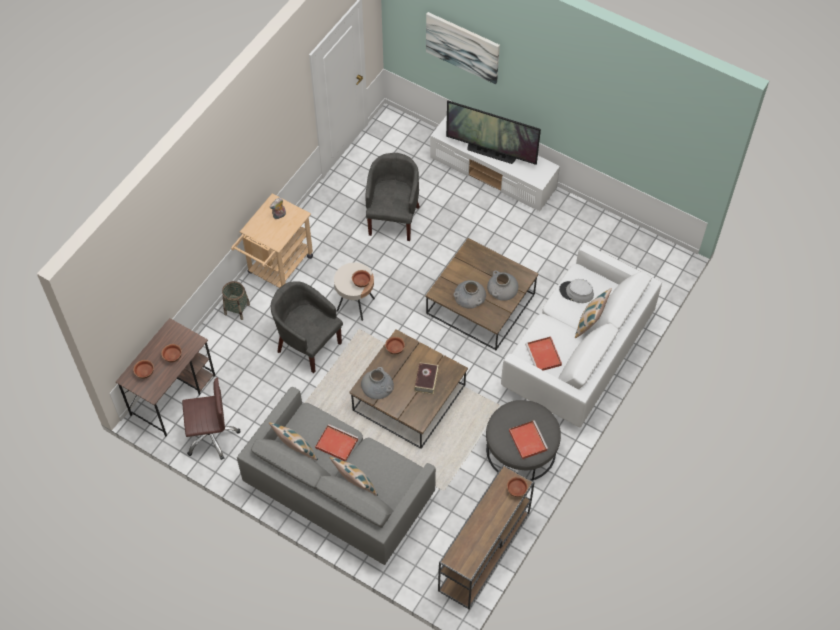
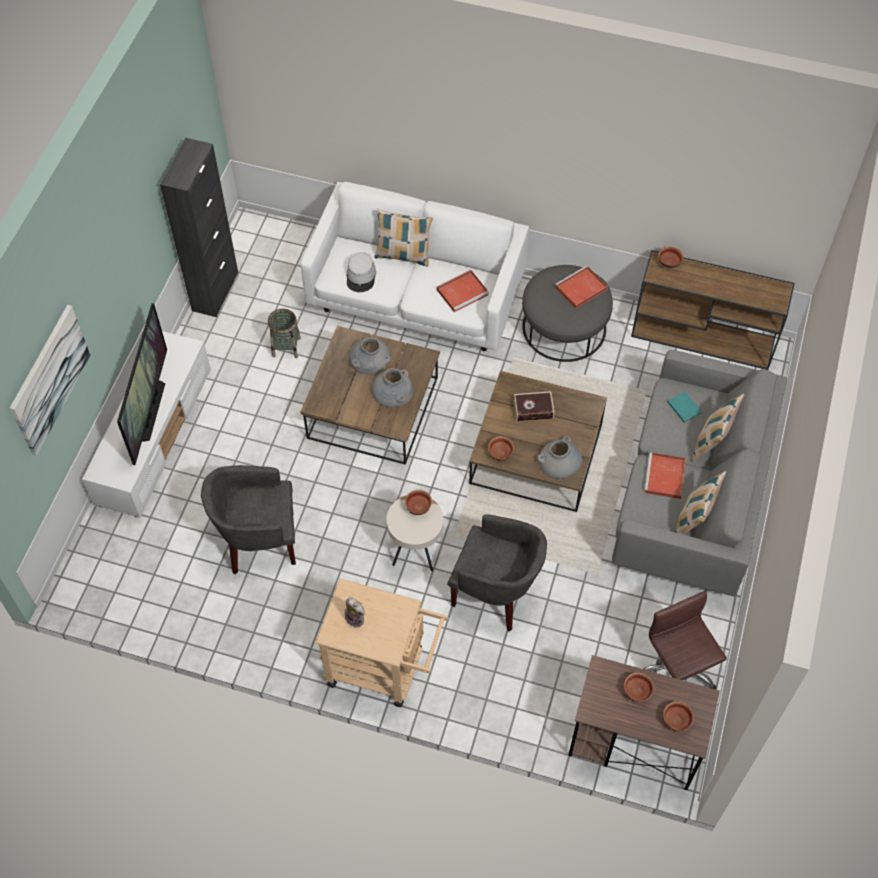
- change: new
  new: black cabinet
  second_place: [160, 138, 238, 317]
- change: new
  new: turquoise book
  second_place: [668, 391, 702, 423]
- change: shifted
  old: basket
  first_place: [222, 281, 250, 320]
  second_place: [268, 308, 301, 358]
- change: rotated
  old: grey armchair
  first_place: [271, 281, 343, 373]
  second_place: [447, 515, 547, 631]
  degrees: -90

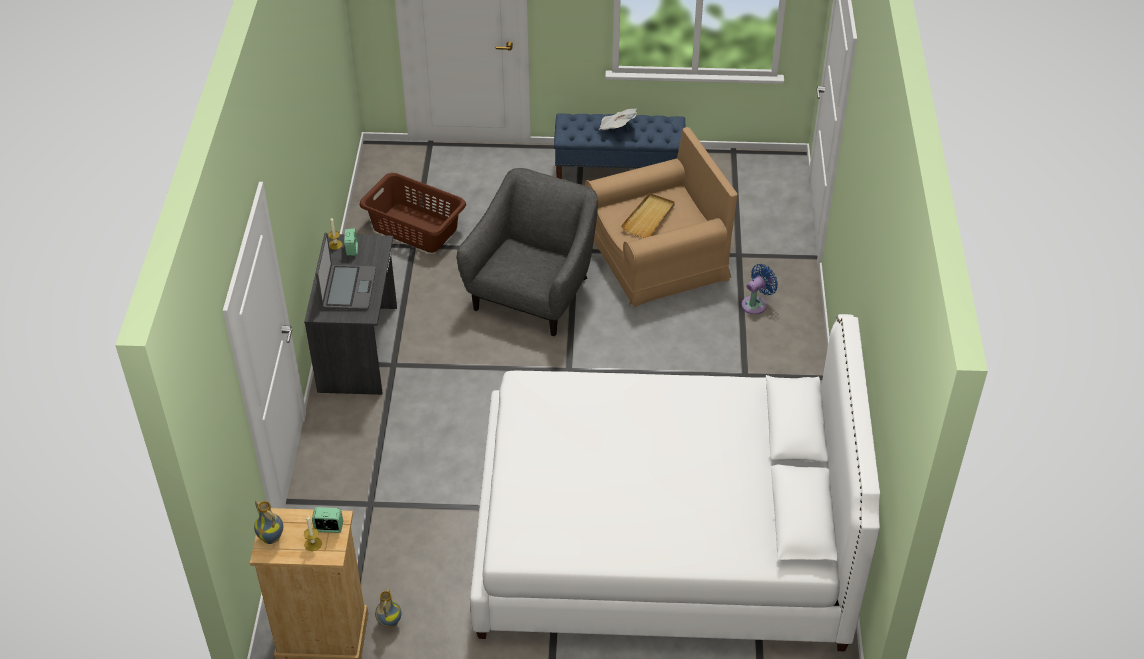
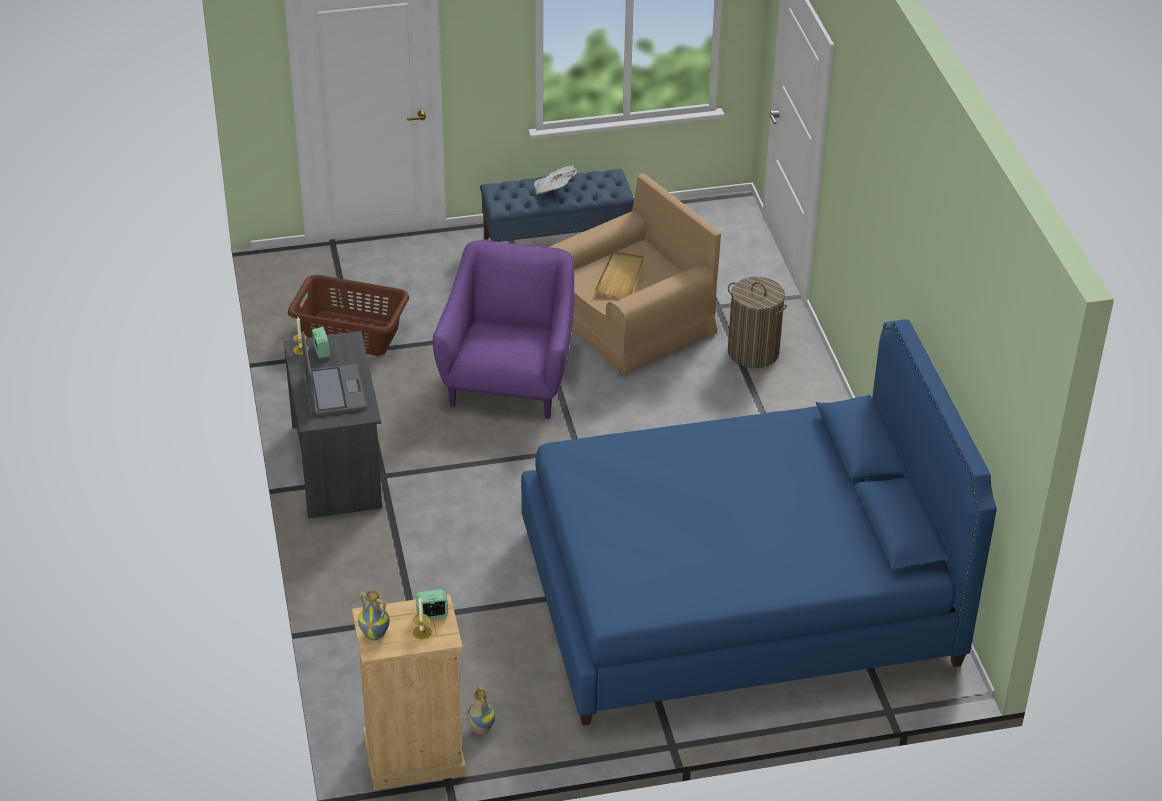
- change: swapped
  old: blue fan
  new: laundry basket
  first_place: [741, 264, 778, 315]
  second_place: [728, 277, 787, 368]
- change: repainted
  old: grey armchair
  new: purple armchair
  first_place: [457, 168, 598, 336]
  second_place: [433, 240, 574, 419]
- change: repainted
  old: white bed
  new: blue bed
  first_place: [470, 314, 880, 651]
  second_place: [521, 319, 997, 726]

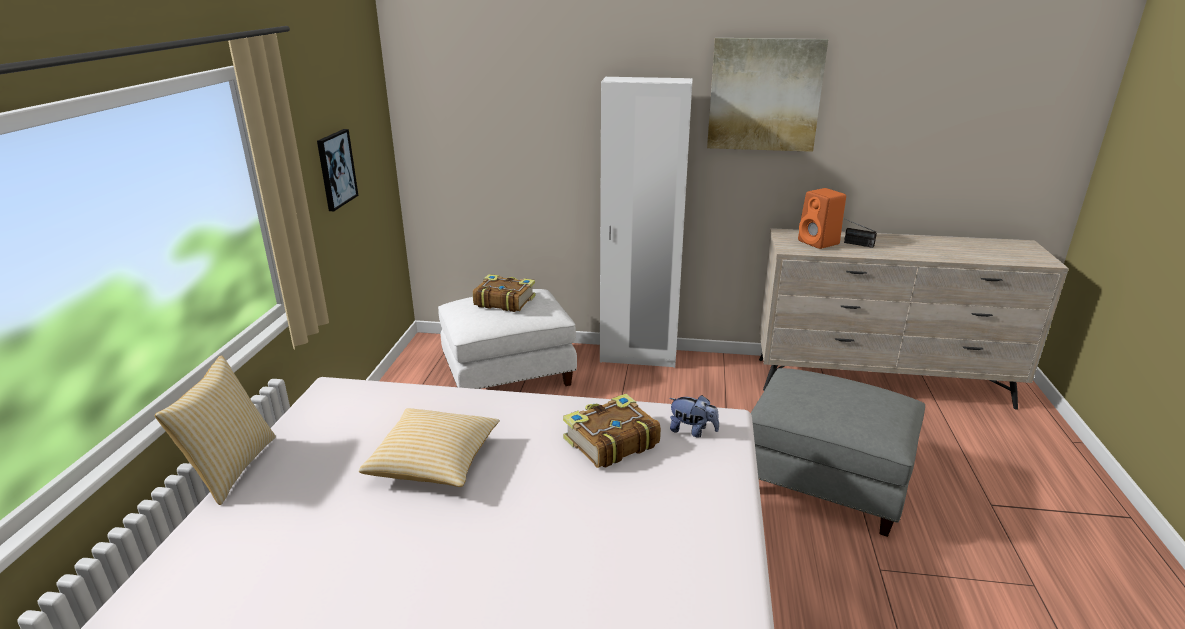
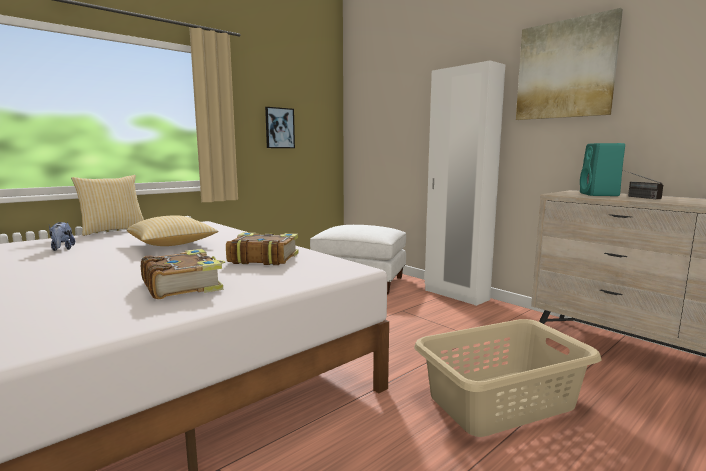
- change: shifted
  old: book
  first_place: [473, 274, 536, 312]
  second_place: [141, 249, 225, 299]
- change: shifted
  old: plush toy
  first_place: [669, 395, 719, 438]
  second_place: [49, 222, 75, 251]
- change: swapped
  old: grey ottoman
  new: beige laundry basket
  first_place: [751, 368, 925, 537]
  second_place: [414, 319, 601, 437]
- change: repainted
  old: orange speaker
  new: turquoise speaker
  first_place: [798, 188, 846, 249]
  second_place: [580, 143, 625, 196]

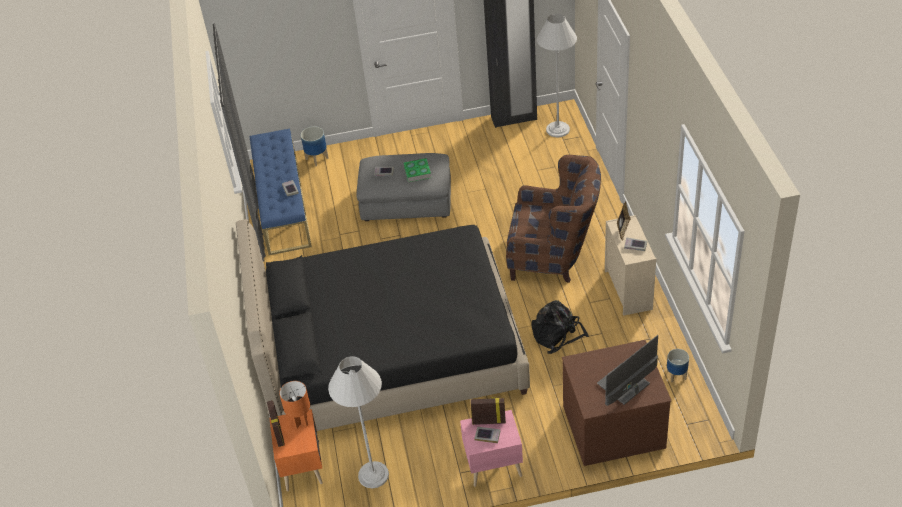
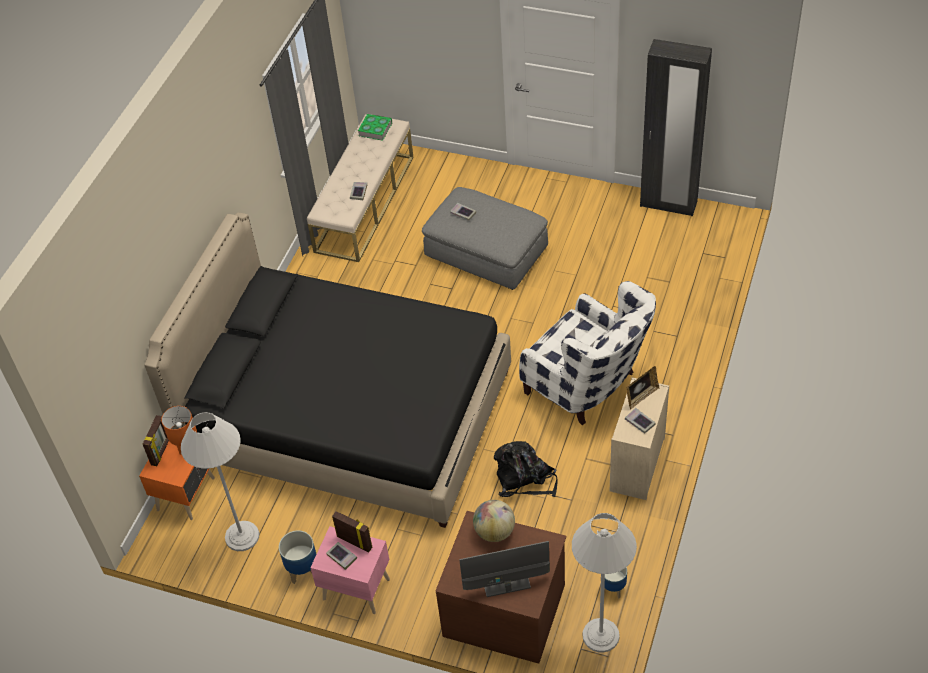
- change: new
  new: globe
  second_place: [473, 500, 515, 542]
- change: shifted
  old: planter
  first_place: [300, 126, 329, 166]
  second_place: [279, 530, 316, 584]
- change: shifted
  old: book
  first_place: [403, 158, 431, 182]
  second_place: [358, 114, 392, 141]
- change: shifted
  old: white floor lamp
  first_place: [537, 14, 577, 137]
  second_place: [572, 513, 637, 653]
- change: repainted
  old: blue bench
  new: beige bench
  first_place: [250, 129, 312, 255]
  second_place: [307, 114, 414, 262]
- change: repainted
  old: brown armchair
  new: white armchair
  first_place: [506, 155, 601, 283]
  second_place: [519, 281, 656, 425]

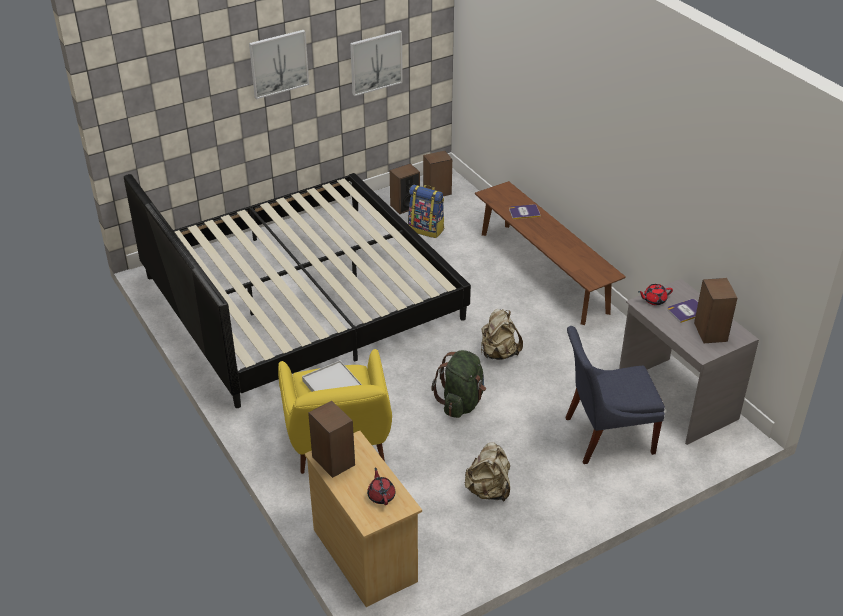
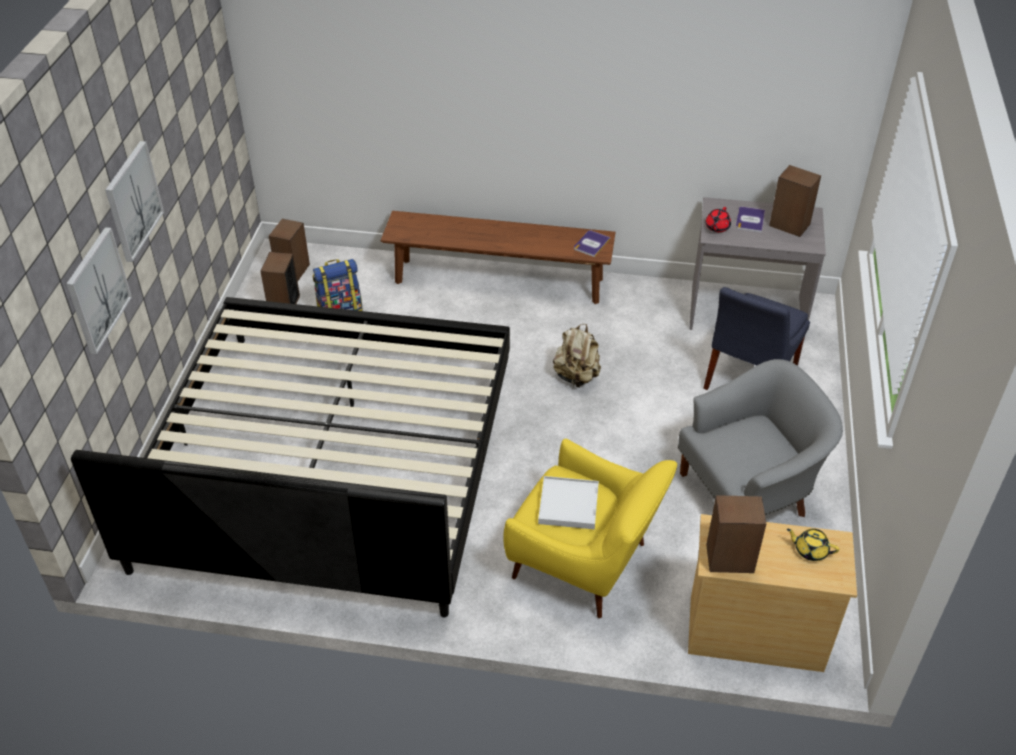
- change: gone
  old: green backpack
  first_place: [431, 350, 486, 418]
- change: shifted
  old: picture
  first_place: [350, 30, 403, 96]
  second_place: [66, 227, 132, 355]
- change: shifted
  old: book
  first_place: [509, 204, 541, 219]
  second_place: [574, 230, 611, 257]
- change: swapped
  old: beige backpack
  new: grey armchair
  first_place: [465, 442, 510, 502]
  second_place: [678, 359, 843, 517]
- change: repainted
  old: red teapot
  new: yellow teapot
  first_place: [367, 467, 395, 505]
  second_place: [787, 529, 839, 561]

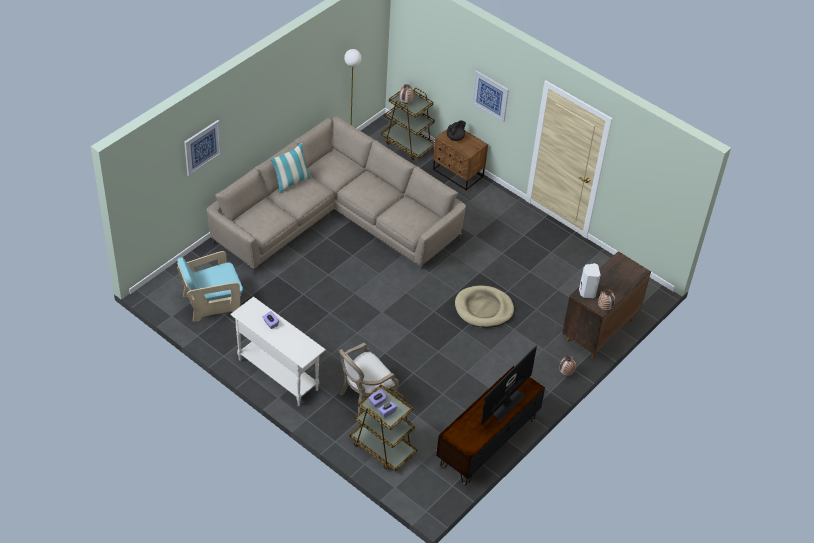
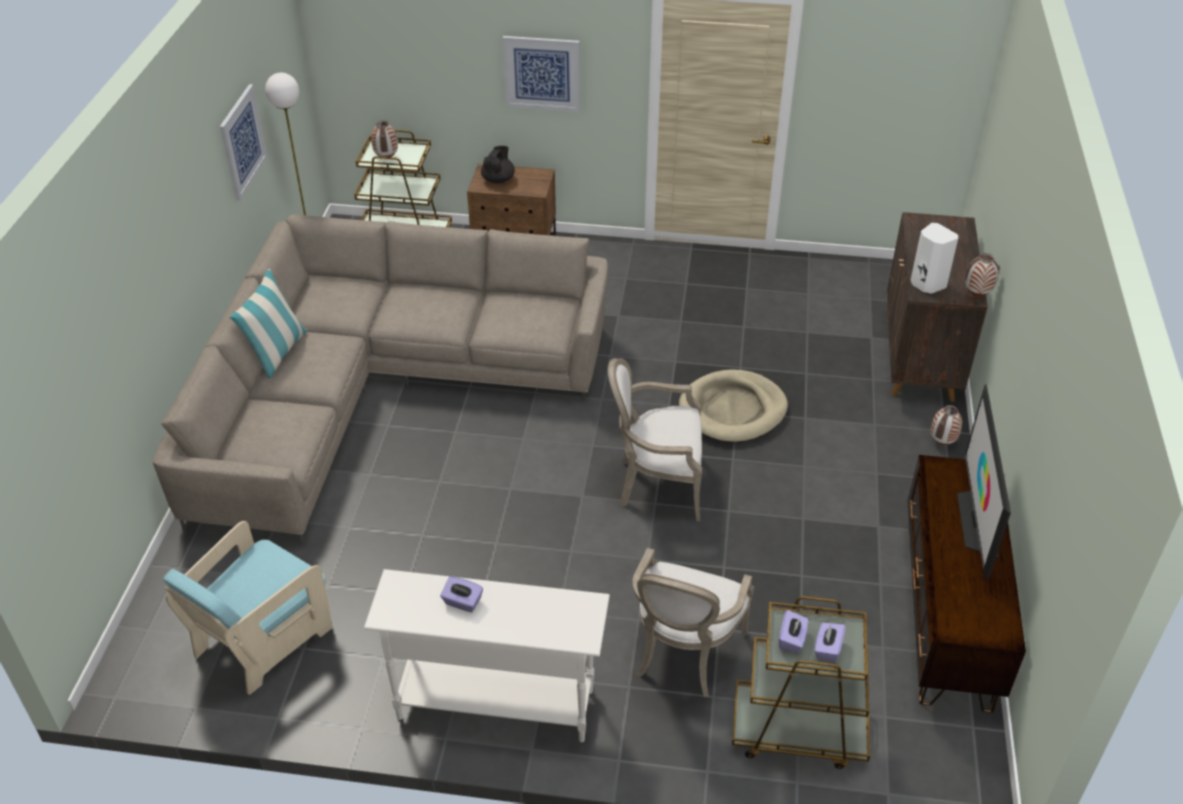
- change: new
  new: armchair
  second_place: [608, 358, 702, 521]
- change: shifted
  old: picture
  first_place: [184, 120, 222, 176]
  second_place: [220, 84, 268, 201]

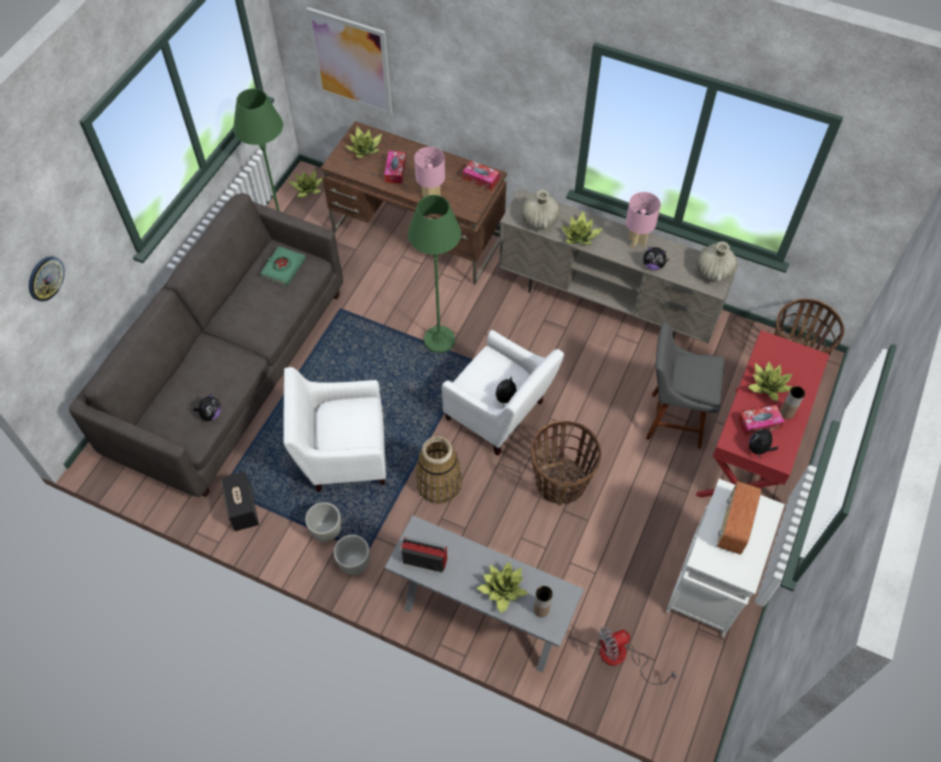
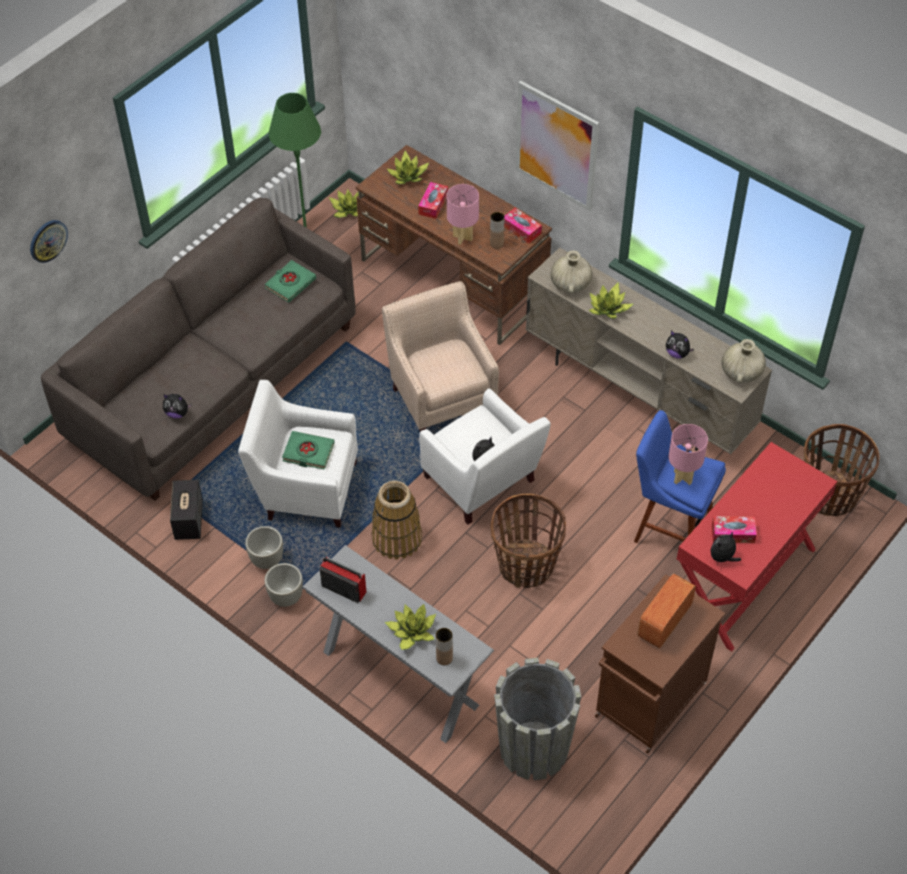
- change: gone
  old: potted plant
  first_place: [748, 362, 792, 401]
- change: new
  new: green book
  second_place: [282, 431, 335, 470]
- change: shifted
  old: picture
  first_place: [306, 7, 392, 115]
  second_place: [516, 81, 599, 211]
- change: shifted
  old: pink table lamp
  first_place: [626, 192, 661, 248]
  second_place: [668, 424, 708, 485]
- change: shifted
  old: brown vase
  first_place: [780, 386, 805, 419]
  second_place: [490, 212, 504, 249]
- change: swapped
  old: green floor lamp
  new: beige armchair
  first_place: [408, 195, 461, 353]
  second_place: [382, 281, 499, 432]
- change: swapped
  old: fan
  new: grey planter
  first_place: [598, 627, 676, 684]
  second_place: [494, 658, 581, 780]
- change: repainted
  old: grey stool
  new: blue stool
  first_place: [646, 323, 724, 449]
  second_place: [634, 410, 726, 543]
- change: repainted
  old: white cabinet
  new: brown cabinet
  first_place: [666, 479, 785, 637]
  second_place: [595, 574, 725, 754]
- change: rotated
  old: plush toy
  first_place: [194, 393, 221, 421]
  second_place: [163, 394, 192, 419]
  degrees: 60

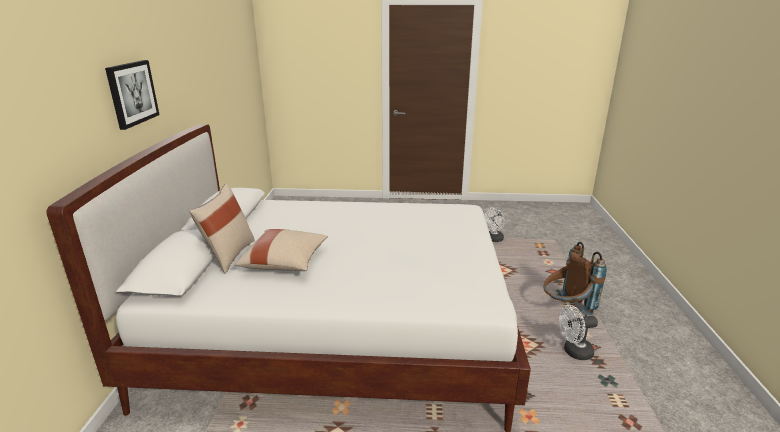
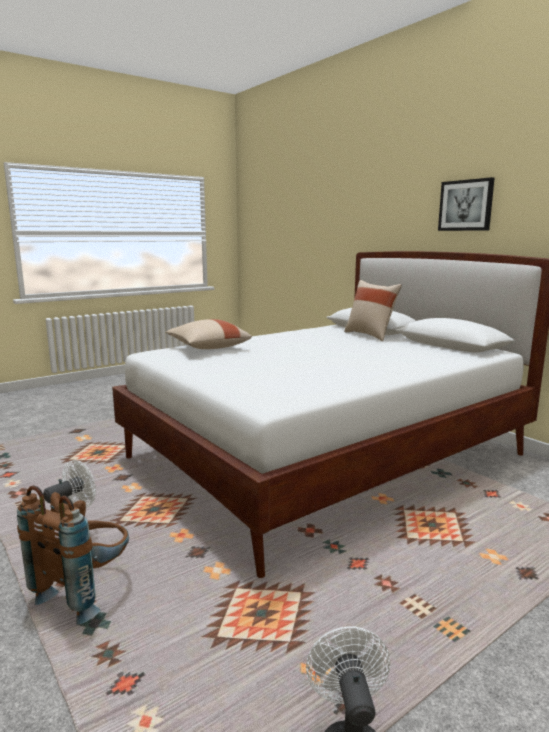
- change: shifted
  old: beige pillow
  first_place: [235, 229, 328, 271]
  second_place: [166, 319, 252, 349]

